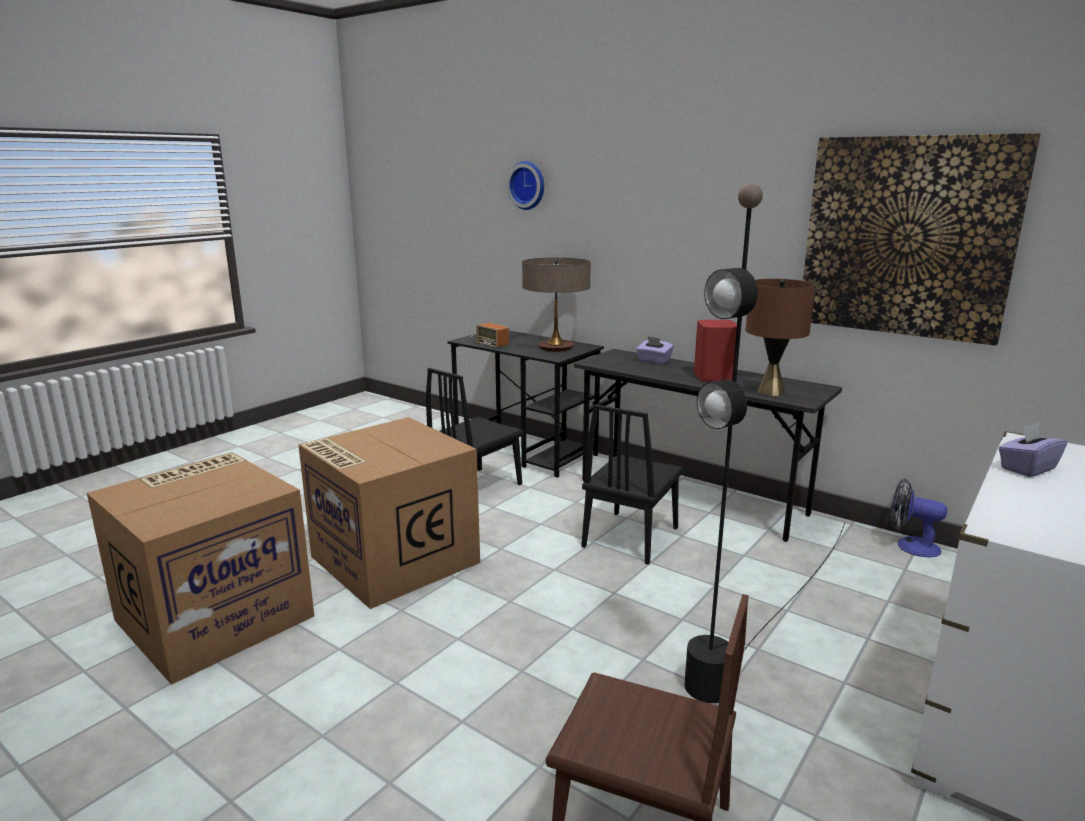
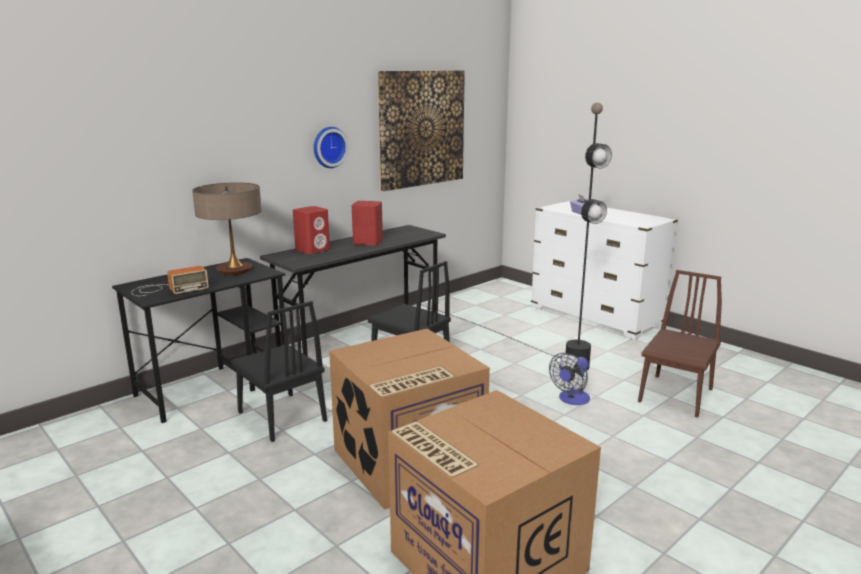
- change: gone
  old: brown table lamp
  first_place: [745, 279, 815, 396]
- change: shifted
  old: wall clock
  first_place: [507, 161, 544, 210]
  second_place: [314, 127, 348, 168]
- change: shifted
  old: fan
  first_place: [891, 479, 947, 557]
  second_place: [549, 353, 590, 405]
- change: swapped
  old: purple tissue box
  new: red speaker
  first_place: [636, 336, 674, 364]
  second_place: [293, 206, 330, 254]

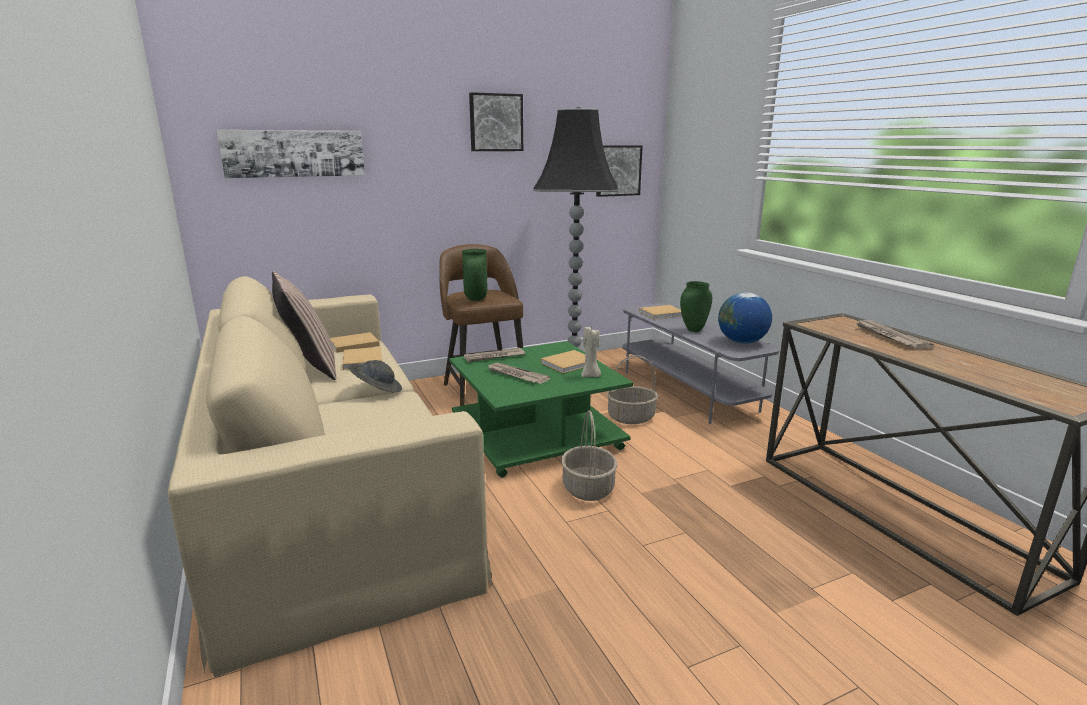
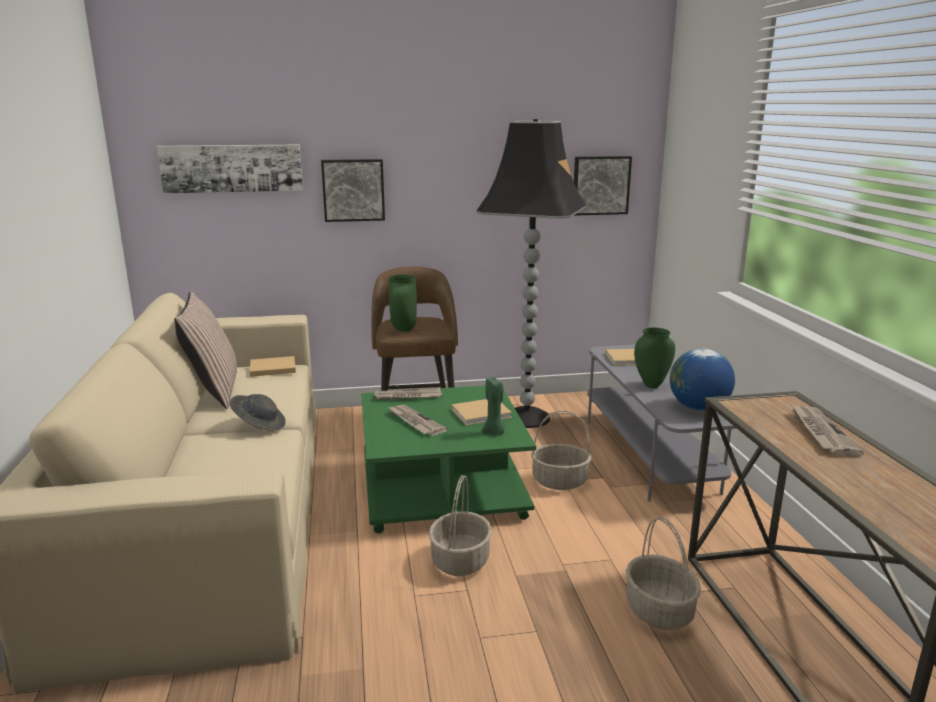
- change: gone
  old: beige book
  first_place: [342, 347, 382, 370]
- change: new
  new: basket
  second_place: [626, 516, 701, 630]
- change: shifted
  old: picture
  first_place: [469, 92, 523, 151]
  second_place: [321, 159, 385, 222]
- change: repainted
  old: beige candle
  new: green candle
  first_place: [581, 327, 601, 377]
  second_place: [481, 377, 505, 434]

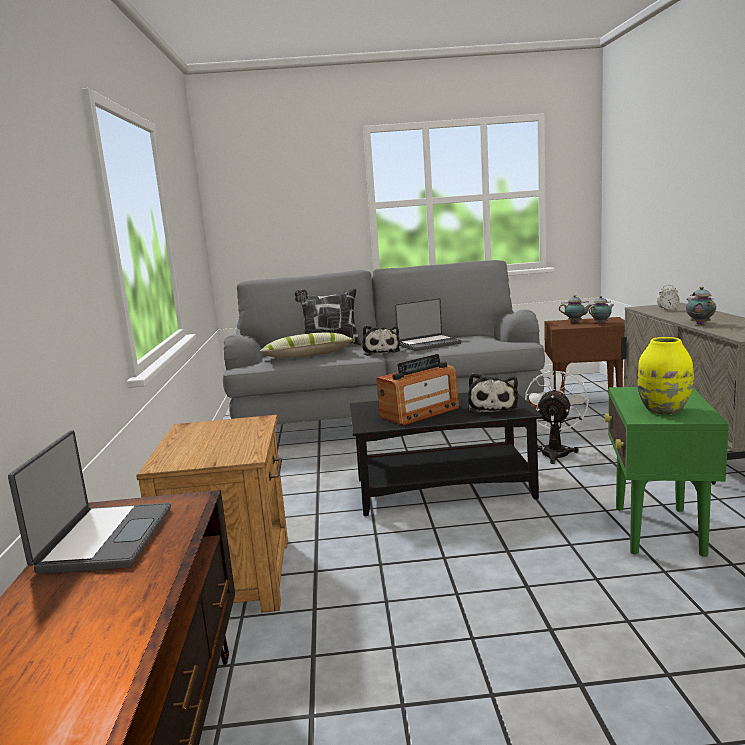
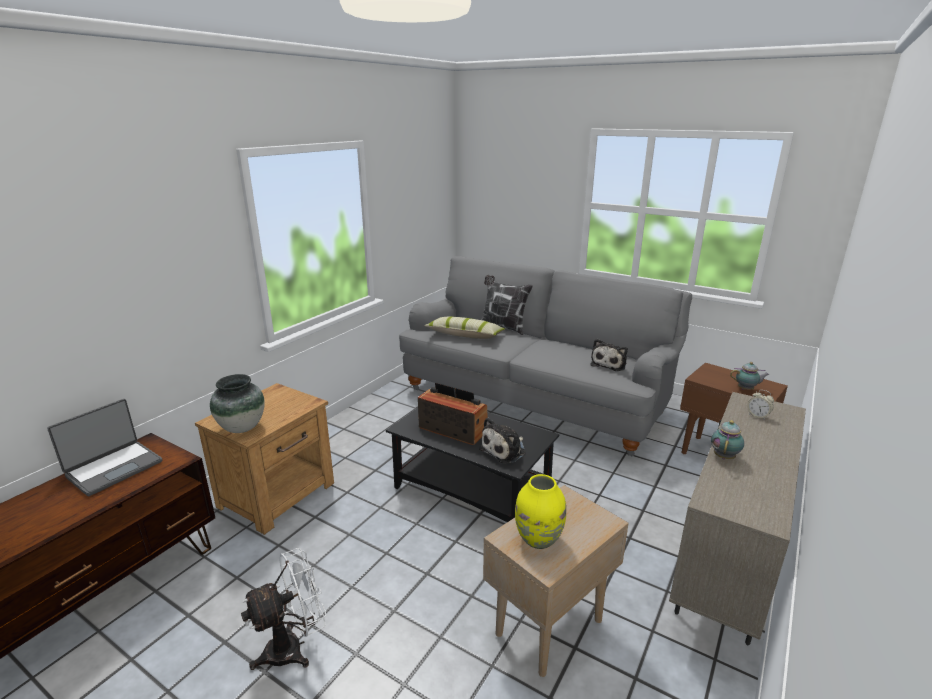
- change: gone
  old: laptop
  first_place: [394, 298, 462, 351]
- change: gone
  old: teapot
  first_place: [559, 295, 592, 322]
- change: new
  new: vase
  second_place: [210, 374, 265, 433]
- change: shifted
  old: plush toy
  first_place: [362, 325, 400, 356]
  second_place: [590, 339, 628, 371]
- change: shifted
  old: white fan
  first_place: [525, 369, 589, 464]
  second_place: [241, 548, 327, 670]
- change: repainted
  old: green side table
  new: beige side table
  first_place: [605, 387, 729, 557]
  second_place: [483, 485, 629, 677]
- change: rotated
  old: radio
  first_place: [377, 354, 459, 425]
  second_place: [418, 383, 487, 445]
  degrees: -150

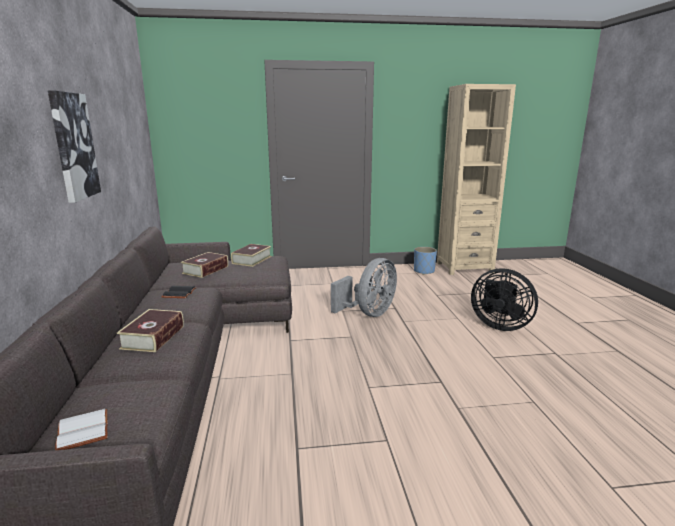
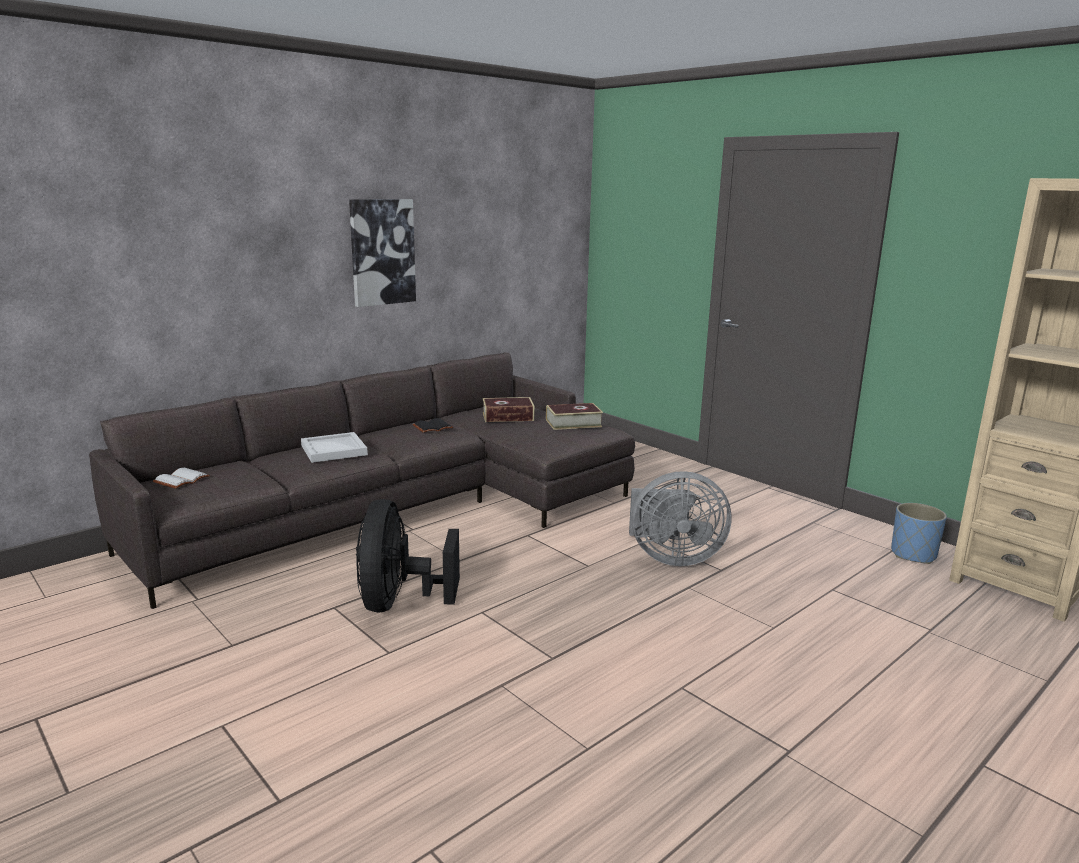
- change: shifted
  old: black fan
  first_place: [471, 268, 538, 331]
  second_place: [356, 499, 460, 612]
- change: swapped
  old: book
  new: white tray
  first_place: [117, 309, 184, 352]
  second_place: [301, 432, 368, 463]

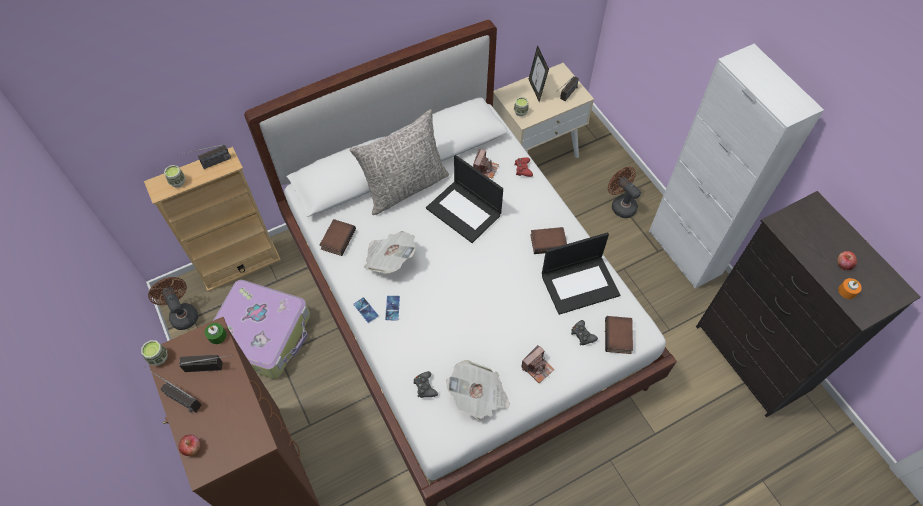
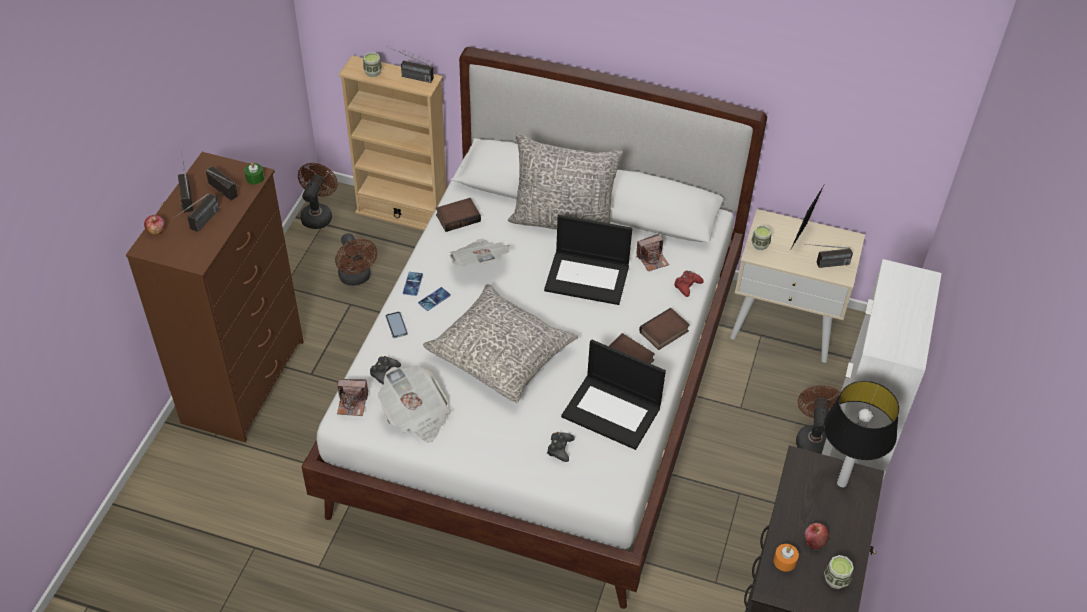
- change: new
  new: radio
  second_place: [172, 194, 219, 232]
- change: new
  new: phone
  second_place: [386, 312, 408, 338]
- change: new
  new: grey pillow
  second_place: [423, 284, 578, 403]
- change: new
  new: table lamp
  second_place: [824, 381, 899, 488]
- change: shifted
  old: cup
  first_place: [141, 340, 167, 365]
  second_place: [824, 555, 854, 589]
- change: shifted
  old: photo camera
  first_place: [521, 345, 554, 383]
  second_place: [337, 379, 368, 416]
- change: shifted
  old: book
  first_place: [605, 316, 633, 354]
  second_place: [639, 308, 690, 350]
- change: swapped
  old: suitcase
  new: brown fan
  first_place: [213, 280, 310, 379]
  second_place: [335, 233, 377, 286]
- change: rotated
  old: laptop
  first_place: [426, 155, 503, 243]
  second_place: [544, 215, 632, 305]
  degrees: -75

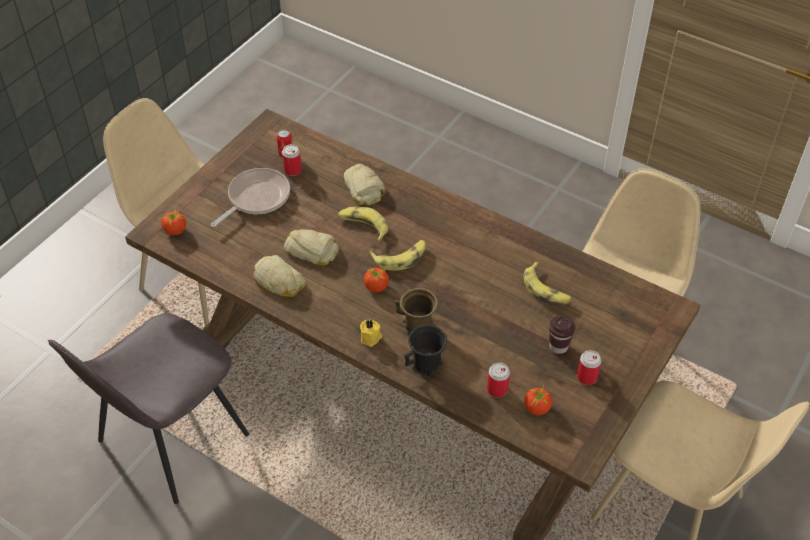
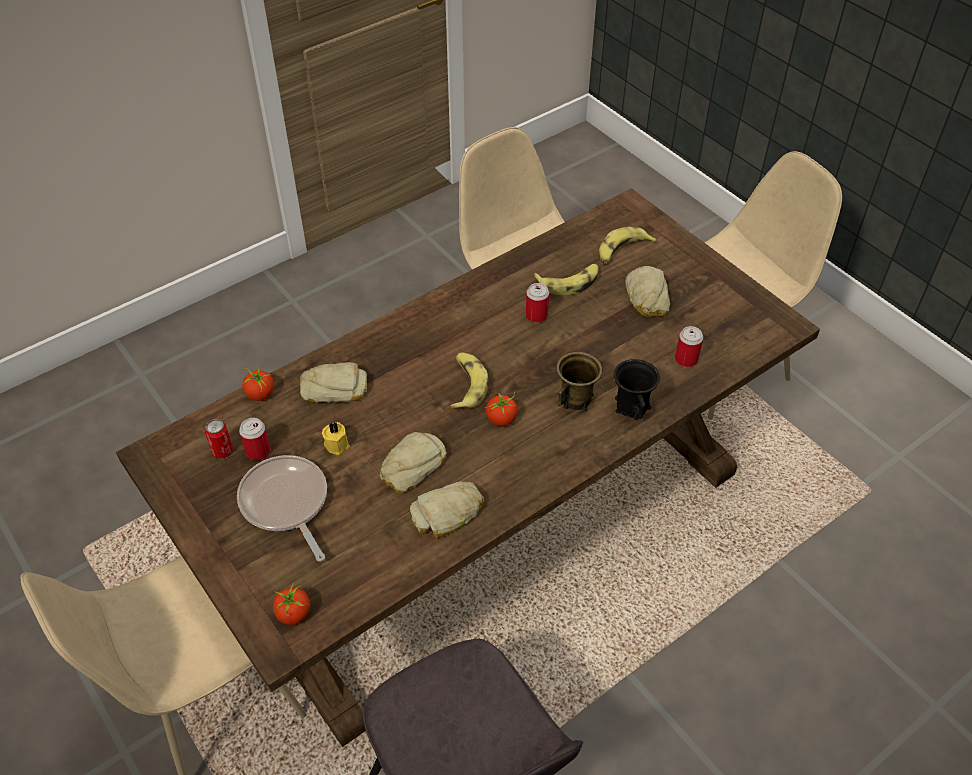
- change: shifted
  old: banana
  first_place: [338, 207, 388, 242]
  second_place: [599, 227, 656, 264]
- change: shifted
  old: yellow candle
  first_place: [360, 320, 382, 347]
  second_place: [322, 422, 350, 455]
- change: shifted
  old: tomato
  first_place: [524, 382, 553, 415]
  second_place: [242, 362, 274, 401]
- change: shifted
  old: can
  first_place: [577, 350, 602, 385]
  second_place: [526, 283, 549, 323]
- change: swapped
  old: brown cup
  new: bread
  first_place: [549, 315, 576, 354]
  second_place: [625, 266, 670, 317]

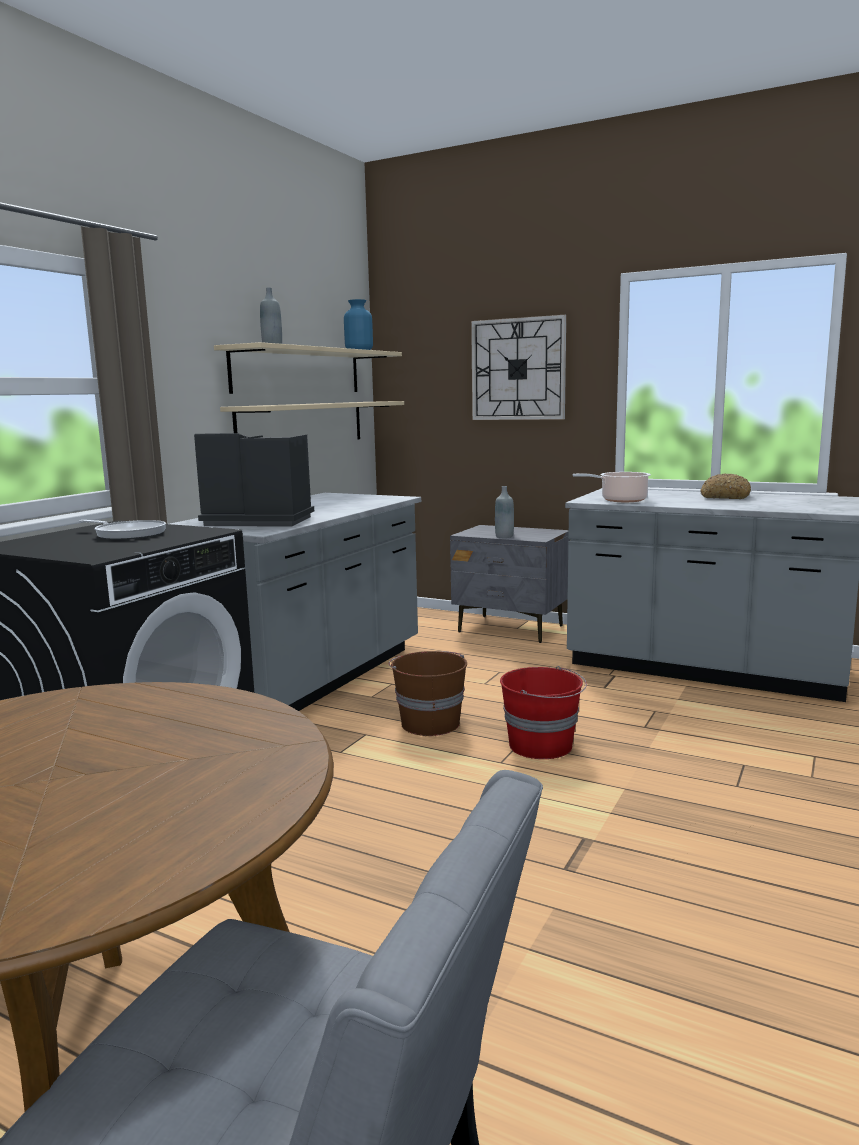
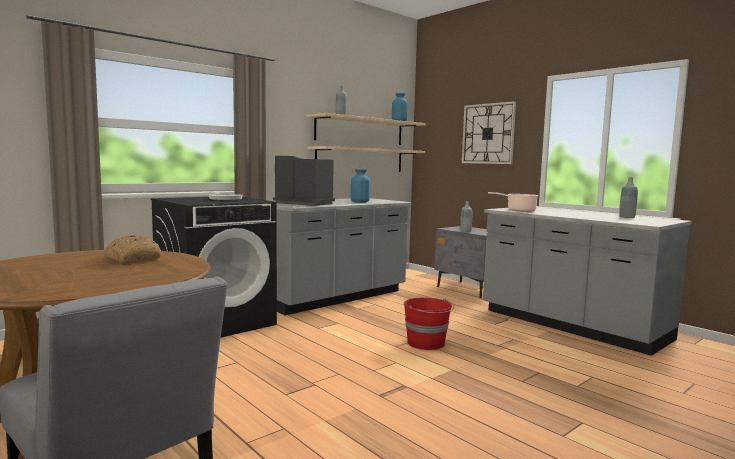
- change: gone
  old: brown bucket
  first_place: [389, 651, 467, 736]
- change: new
  new: blue vase
  second_place: [351, 169, 370, 203]
- change: new
  new: grey bottle
  second_place: [619, 177, 638, 218]
- change: shifted
  old: bread
  first_place: [700, 474, 751, 499]
  second_place: [105, 235, 161, 263]

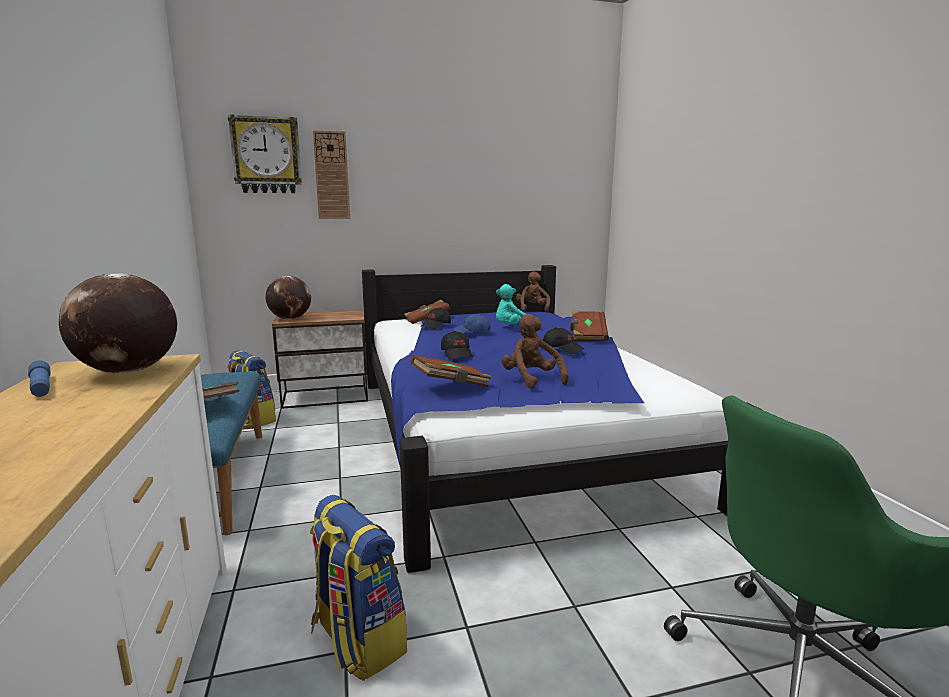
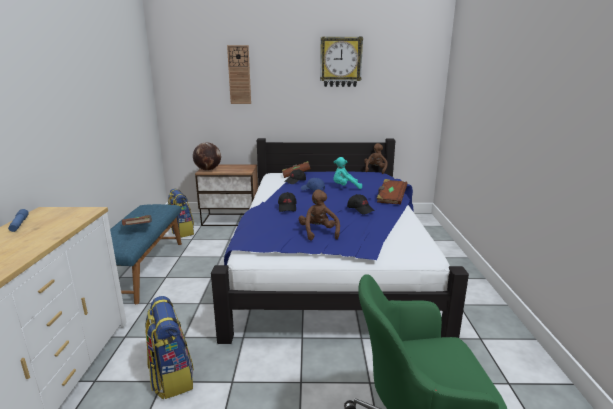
- change: gone
  old: globe
  first_place: [59, 273, 177, 373]
- change: gone
  old: brown book
  first_place: [410, 355, 492, 387]
- change: shifted
  old: wall clock
  first_place: [228, 114, 302, 193]
  second_place: [320, 37, 363, 87]

